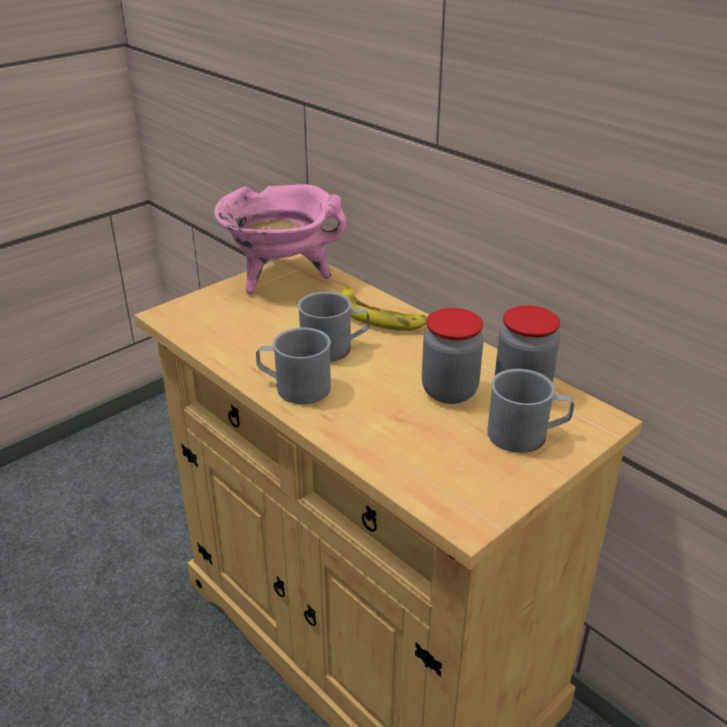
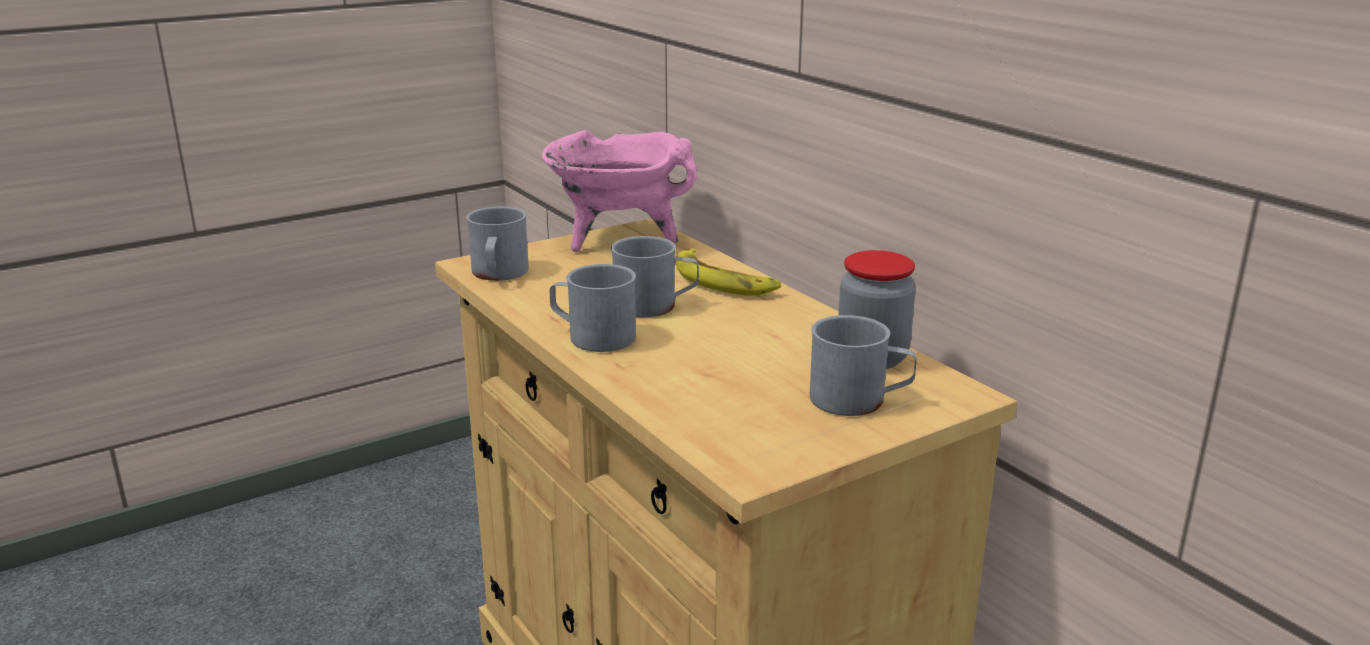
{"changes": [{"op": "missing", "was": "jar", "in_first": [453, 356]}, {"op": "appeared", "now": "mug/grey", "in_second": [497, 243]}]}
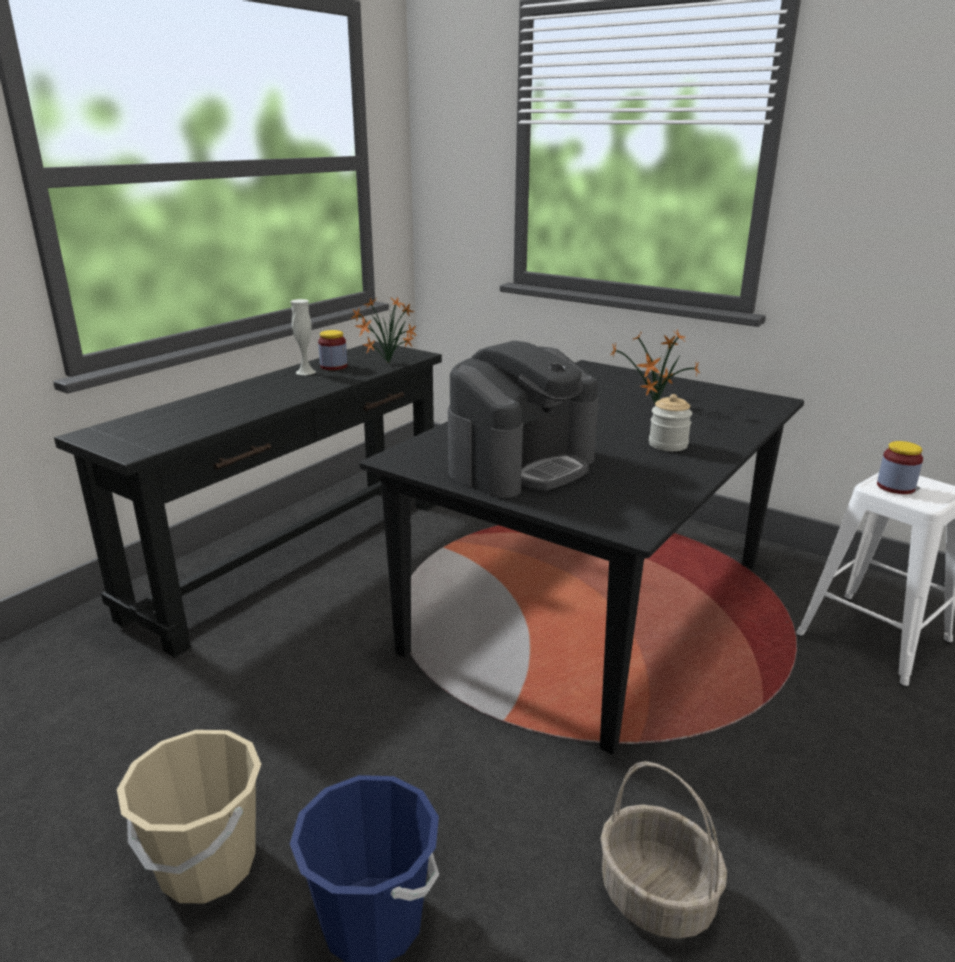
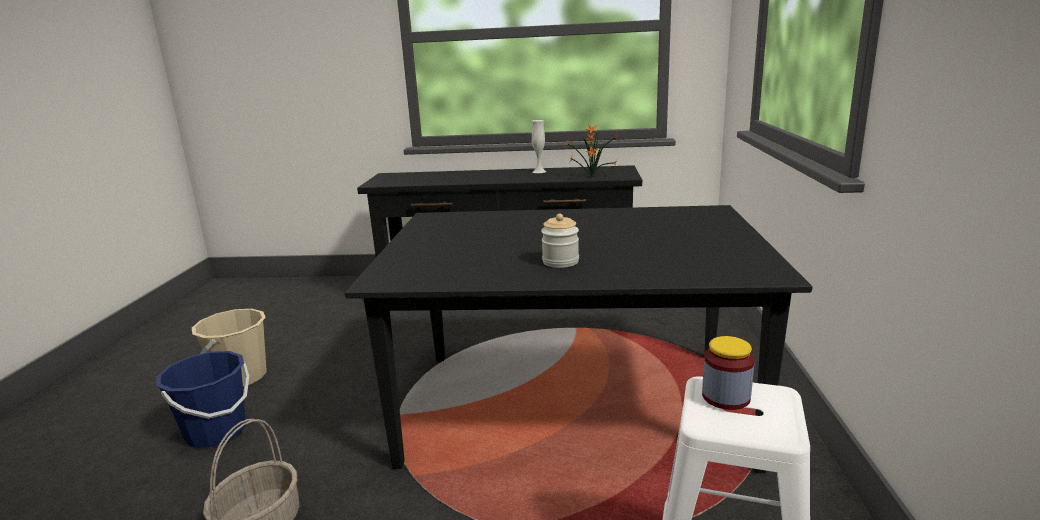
{"changes": [{"op": "missing", "was": "potted plant", "in_first": [655, 366]}, {"op": "missing", "was": "jar", "in_first": [332, 350]}, {"op": "missing", "was": "coffee machine", "in_first": [523, 419]}]}
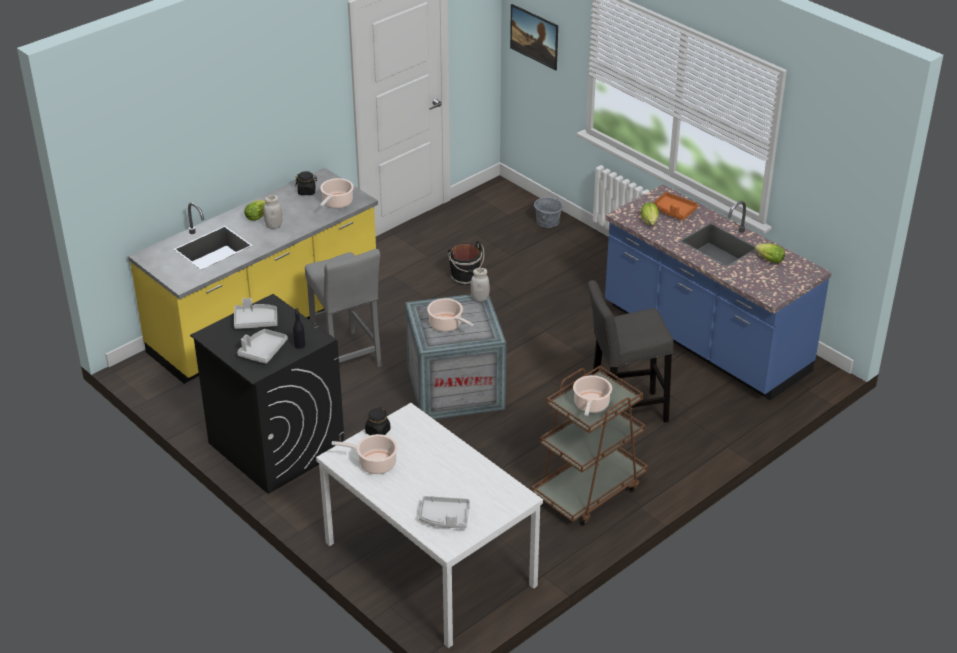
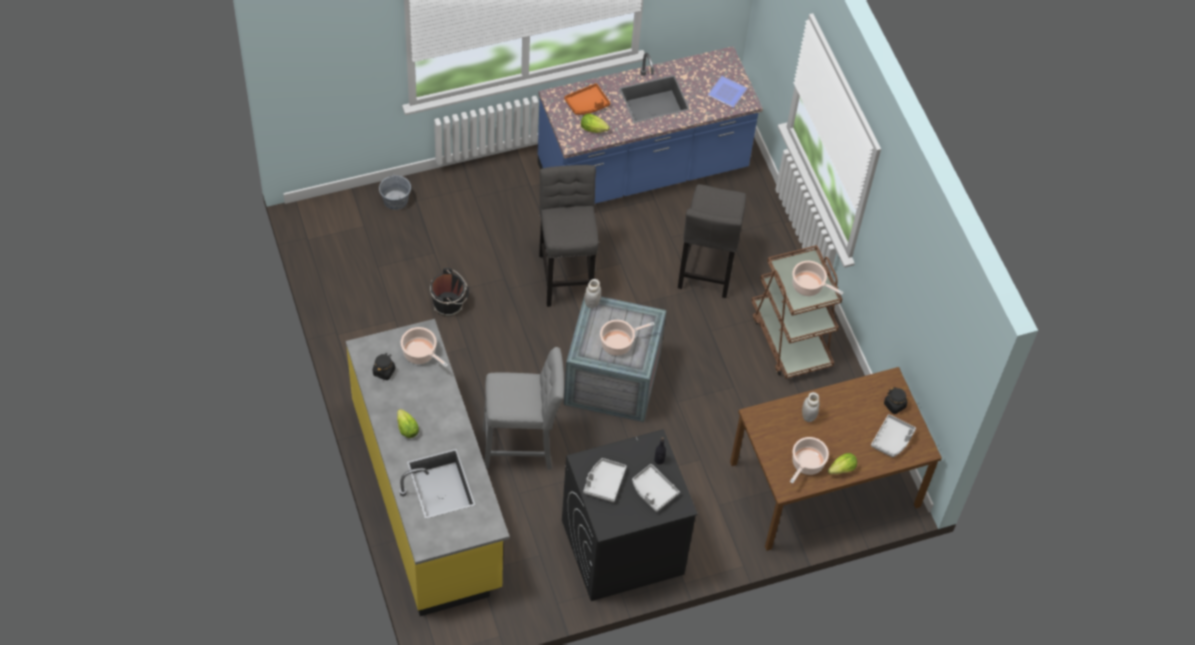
{"changes": [{"op": "missing", "was": "picture", "in_first": [534, 37]}, {"op": "relocated", "was": "jar/white", "in_first": [273, 212], "in_second": [811, 407]}, {"op": "relocated", "was": "lettuce", "in_first": [770, 253], "in_second": [842, 463]}, {"op": "colour", "was": "dining table/white", "now": "dining table/brown", "in_first": [429, 525], "in_second": [836, 459]}, {"op": "relocated", "was": "jar/black", "in_first": [377, 421], "in_second": [895, 400]}, {"op": "appeared", "now": "plate", "in_second": [727, 91]}, {"op": "appeared", "now": "stool/grey", "in_second": [569, 236]}]}
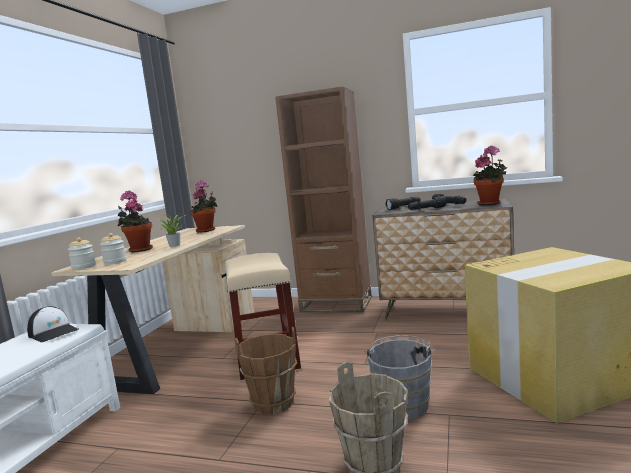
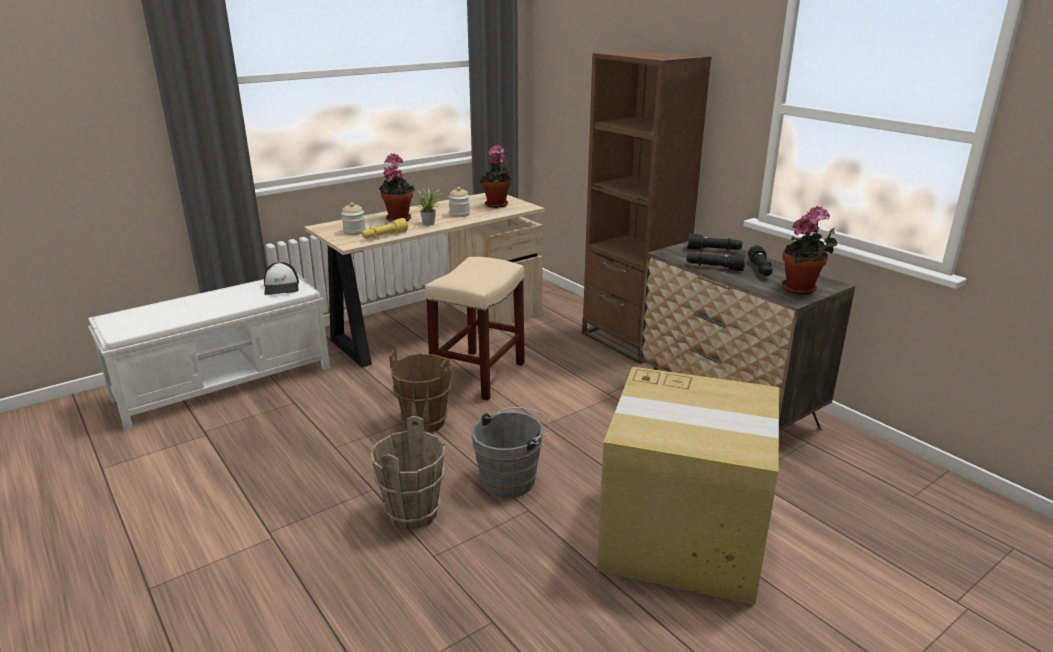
{"changes": [{"op": "relocated", "was": "jar", "in_first": [82, 253], "in_second": [459, 202]}, {"op": "appeared", "now": "flashlight/yellow", "in_second": [385, 228]}]}
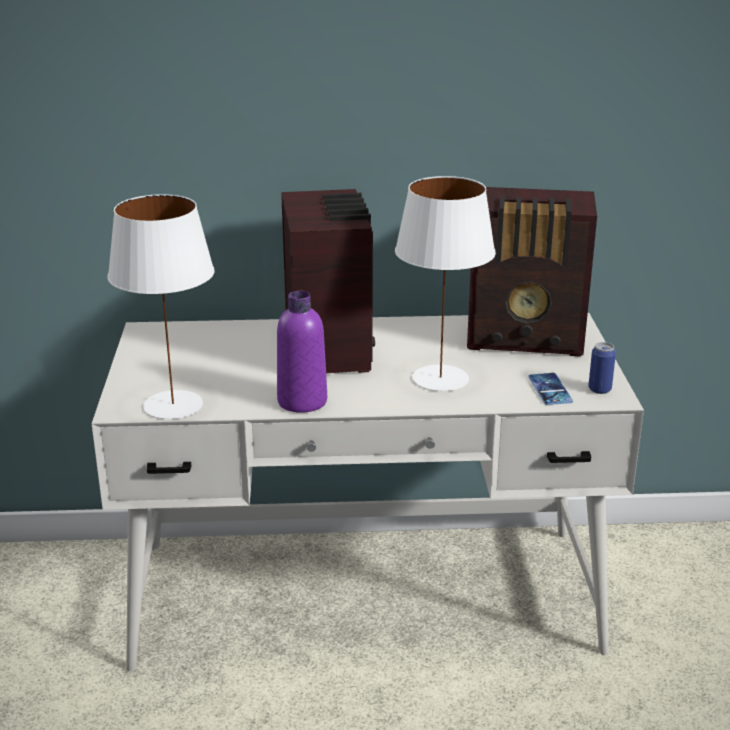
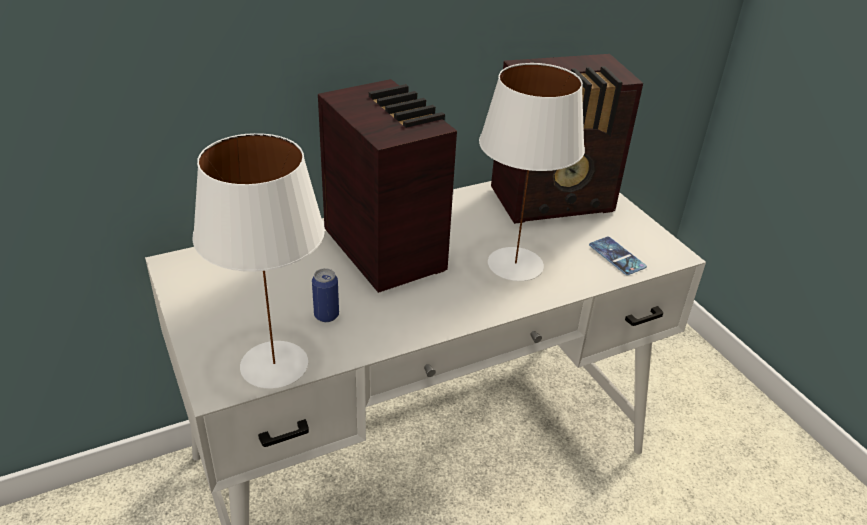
{"changes": [{"op": "missing", "was": "bottle/purple", "in_first": [302, 352]}, {"op": "relocated", "was": "can", "in_first": [602, 368], "in_second": [325, 295]}]}
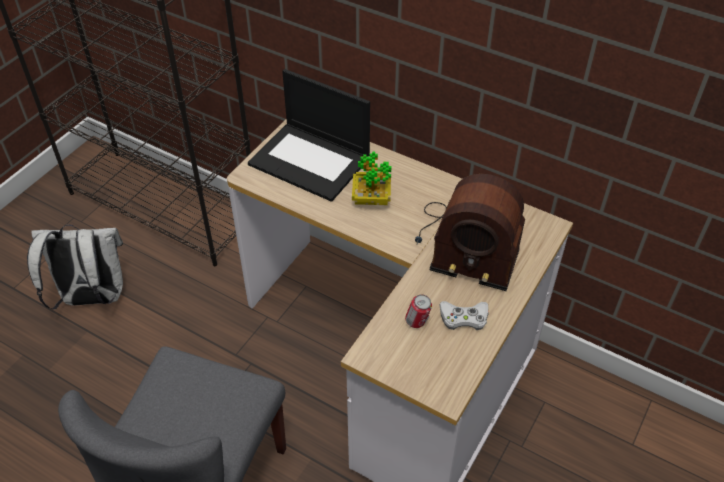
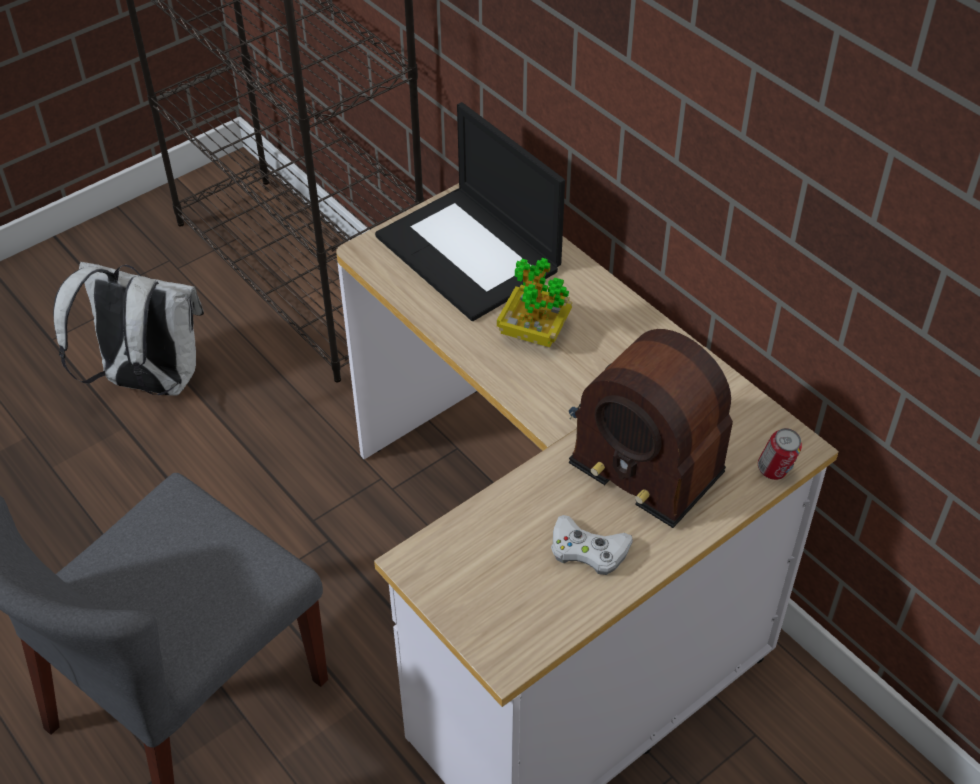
{"changes": [{"op": "relocated", "was": "can", "in_first": [418, 311], "in_second": [780, 454]}]}
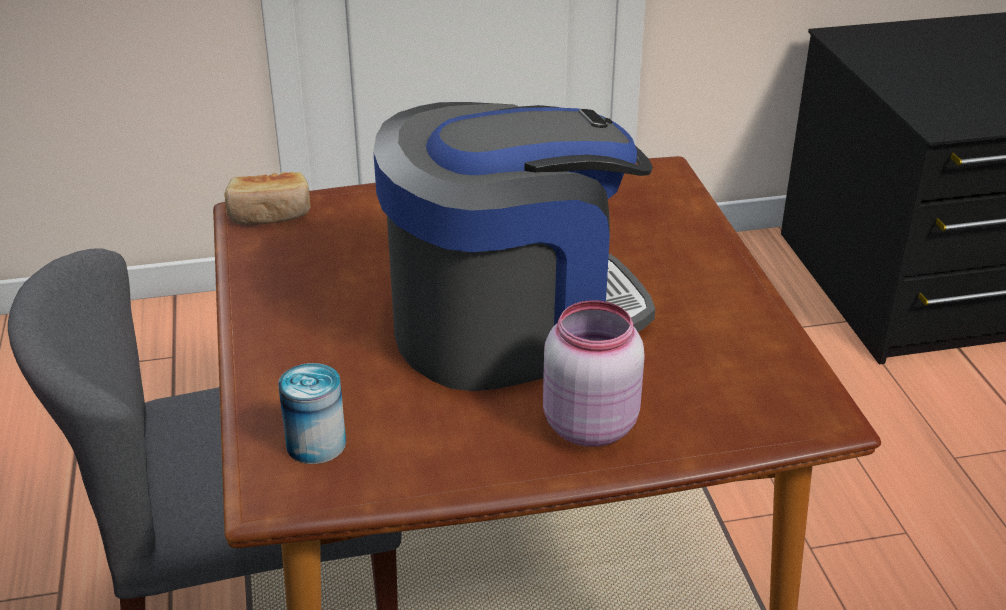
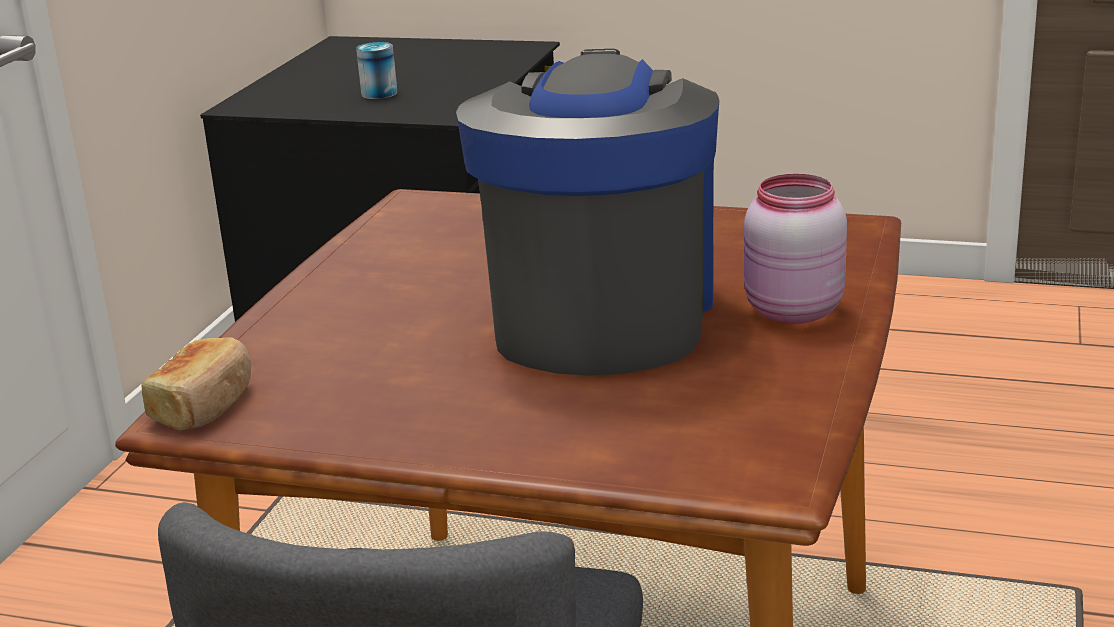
{"changes": [{"op": "relocated", "was": "can", "in_first": [312, 413], "in_second": [376, 70]}]}
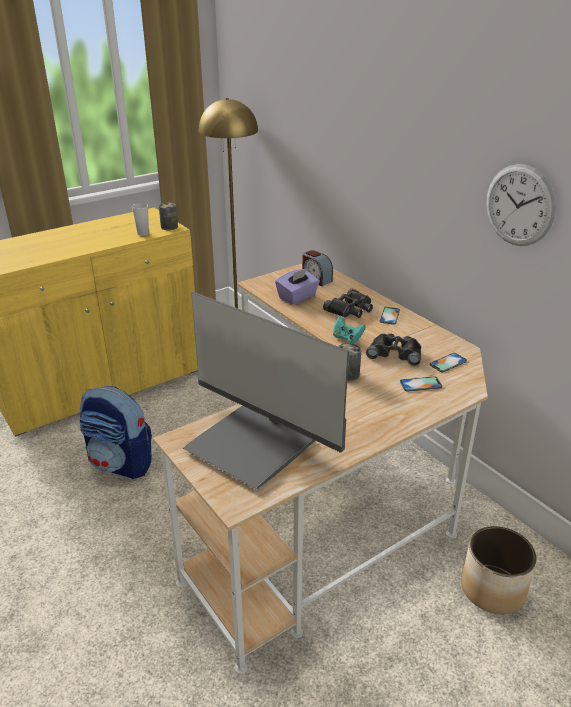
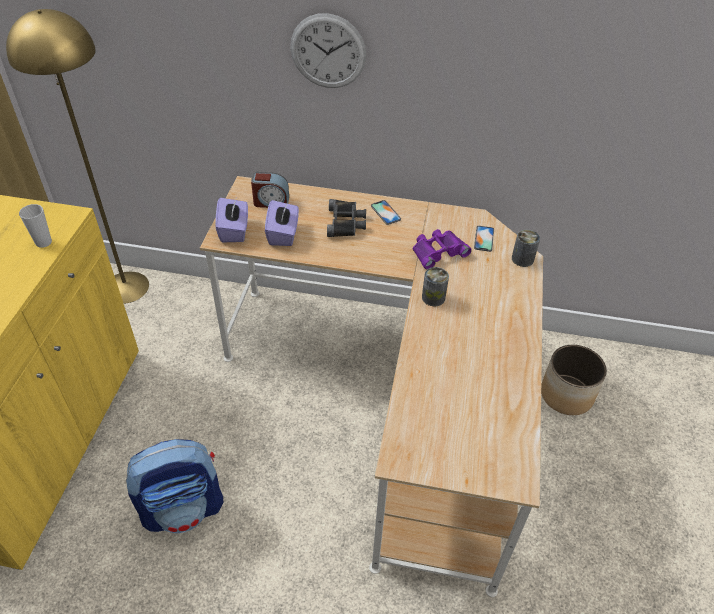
{"changes": [{"op": "relocated", "was": "wall clock", "in_first": [521, 205], "in_second": [328, 50]}, {"op": "relocated", "was": "can", "in_first": [168, 216], "in_second": [526, 248]}, {"op": "missing", "was": "monitor", "in_first": [266, 390]}, {"op": "missing", "was": "game controller/turquoise", "in_first": [349, 329]}, {"op": "colour", "was": "binoculars/black", "now": "binoculars/purple", "in_first": [393, 349], "in_second": [442, 249]}, {"op": "missing", "was": "phone", "in_first": [421, 384]}, {"op": "appeared", "now": "tissue box/purple", "in_second": [231, 220]}]}
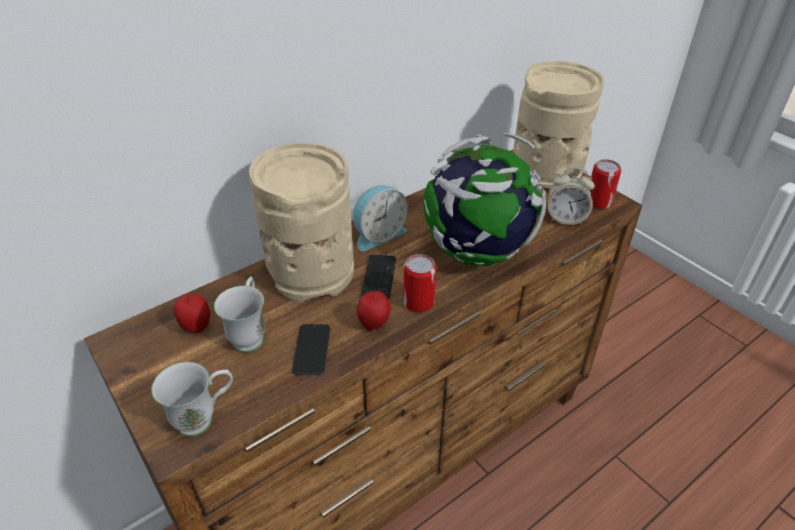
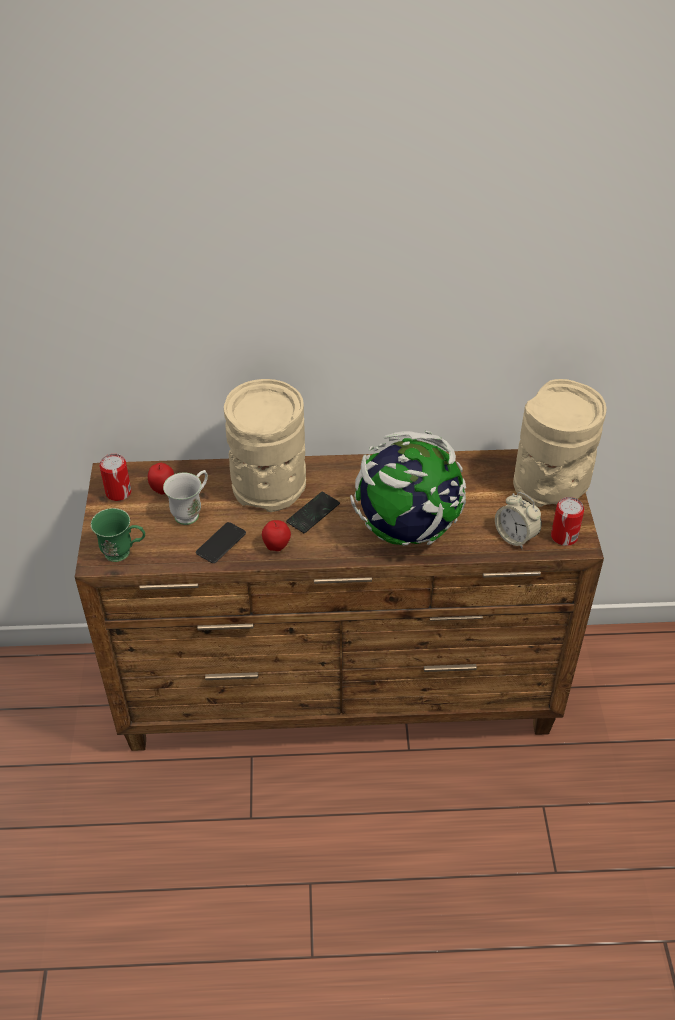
{"changes": [{"op": "missing", "was": "alarm clock", "in_first": [380, 218]}, {"op": "relocated", "was": "can", "in_first": [420, 283], "in_second": [115, 477]}, {"op": "colour", "was": "mug/white", "now": "mug/green", "in_first": [192, 399], "in_second": [118, 535]}]}
